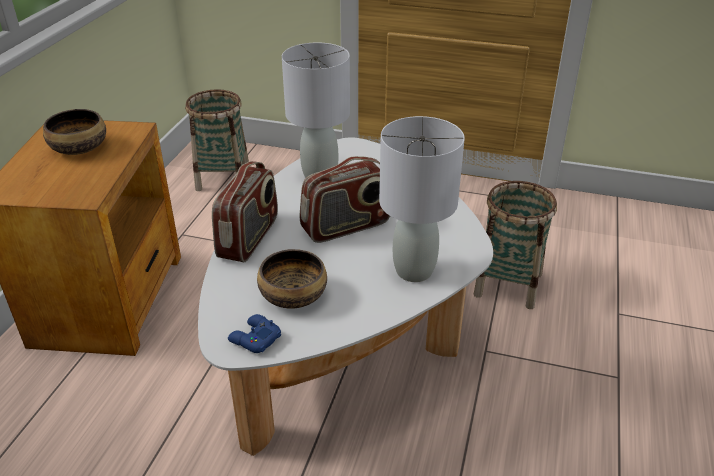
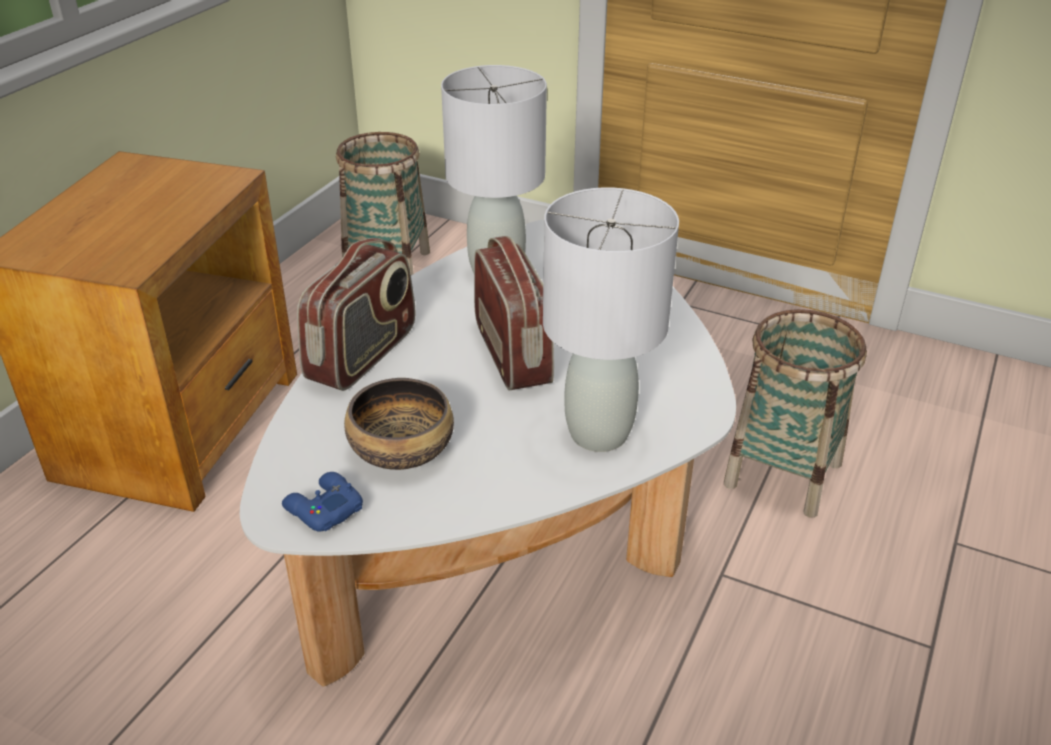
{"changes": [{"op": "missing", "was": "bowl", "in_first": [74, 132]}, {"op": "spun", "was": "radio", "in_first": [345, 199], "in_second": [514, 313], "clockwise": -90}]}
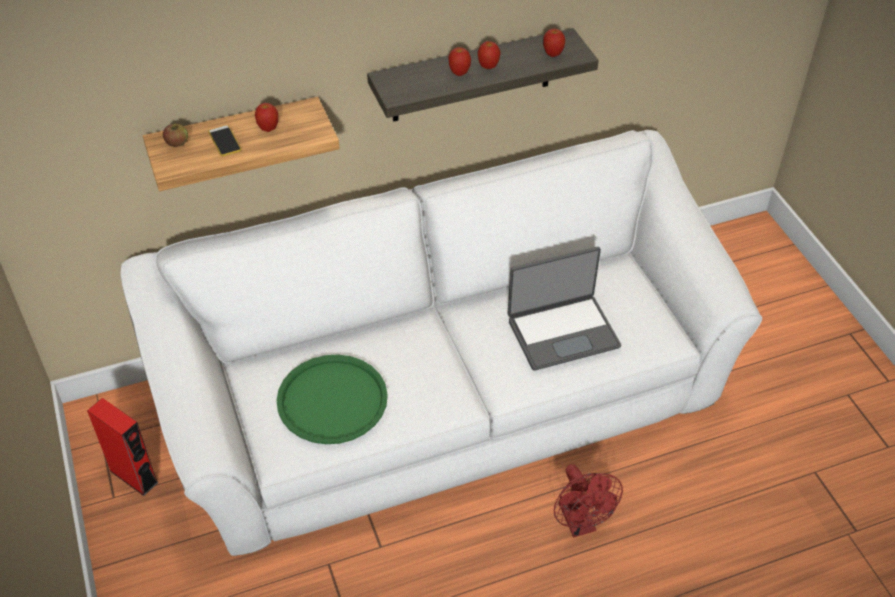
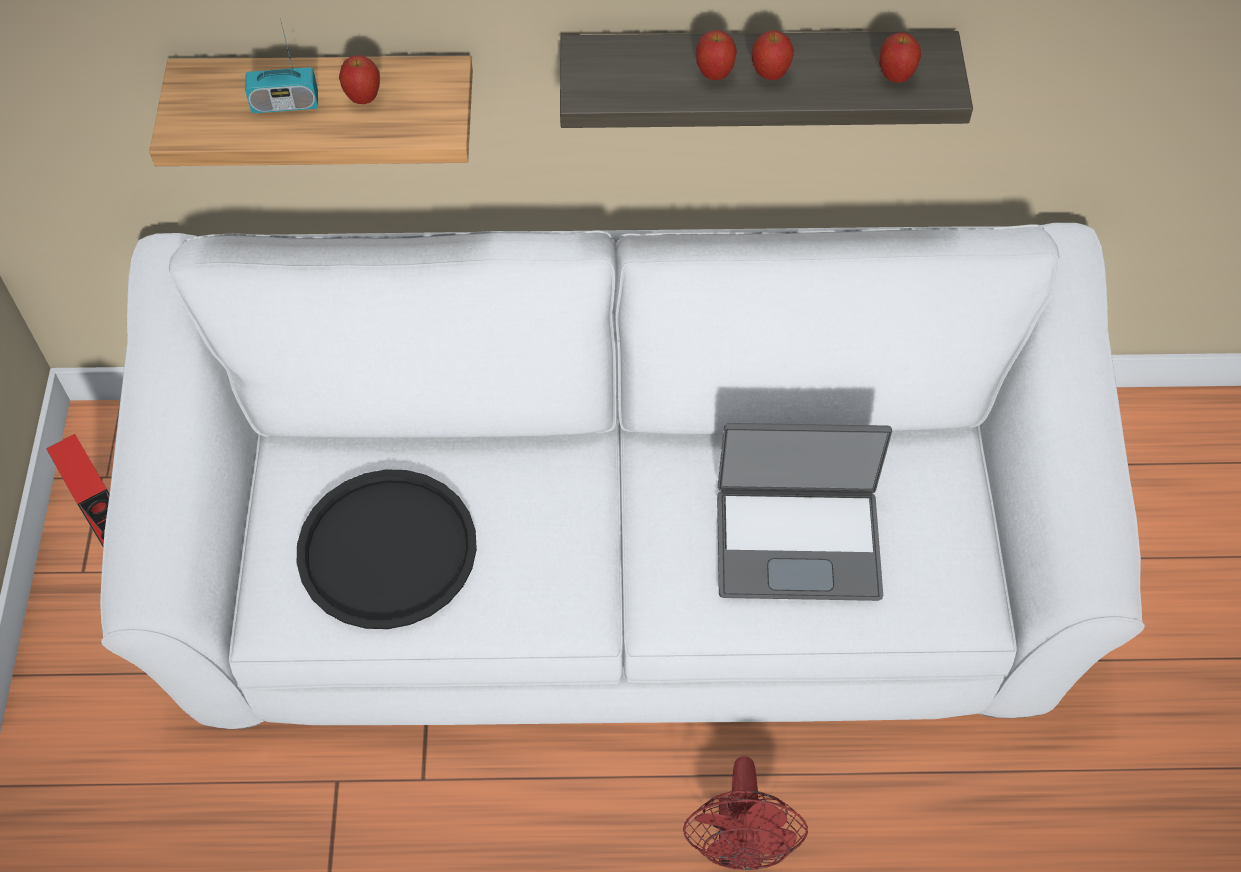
{"changes": [{"op": "missing", "was": "apple", "in_first": [175, 135]}, {"op": "exchanged", "was": "phone", "now": "radio", "in_first": [225, 140], "in_second": [281, 65]}, {"op": "colour", "was": "tray/green", "now": "tray/black", "in_first": [332, 399], "in_second": [387, 549]}]}
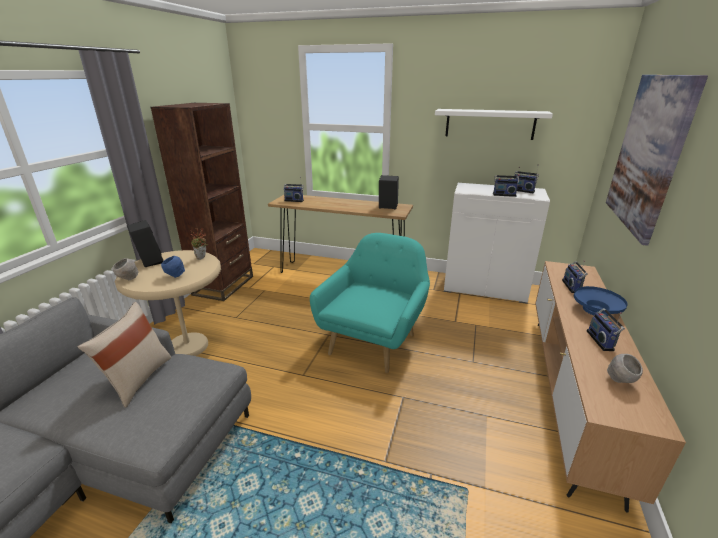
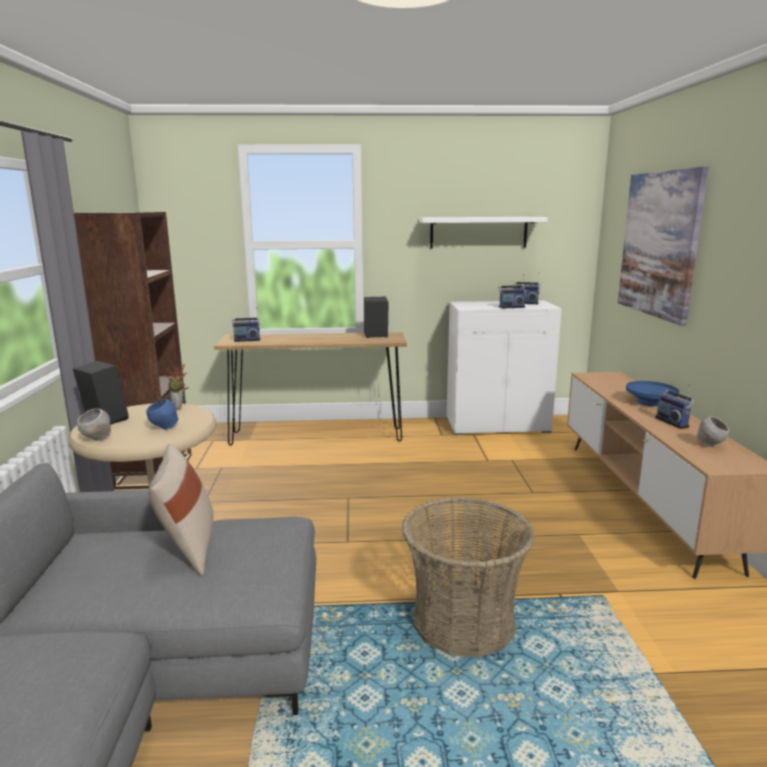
{"changes": [{"op": "missing", "was": "armchair/turquoise", "in_first": [370, 303]}, {"op": "missing", "was": "radio", "in_first": [575, 276]}, {"op": "appeared", "now": "basket", "in_second": [468, 577]}]}
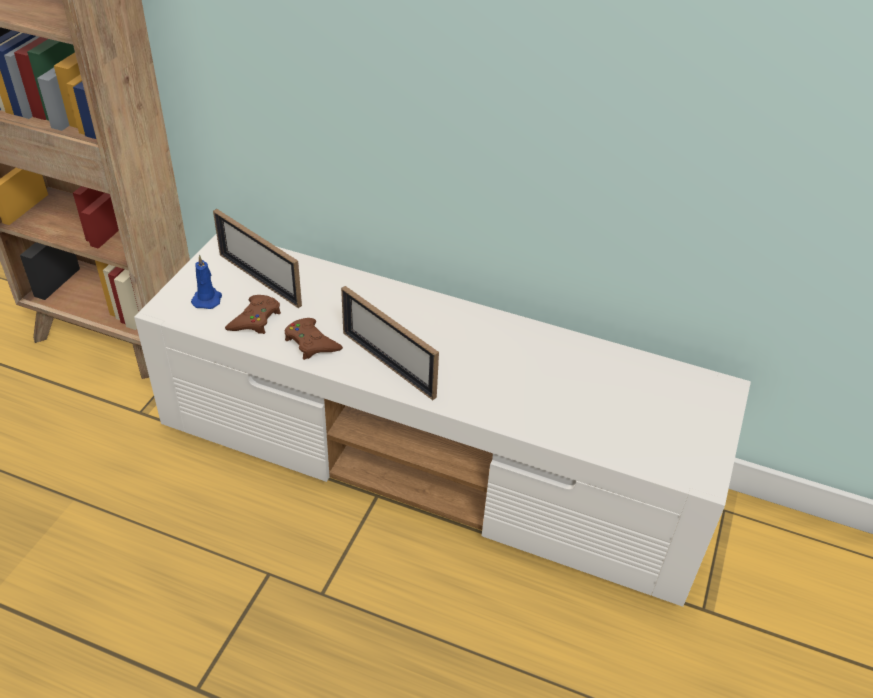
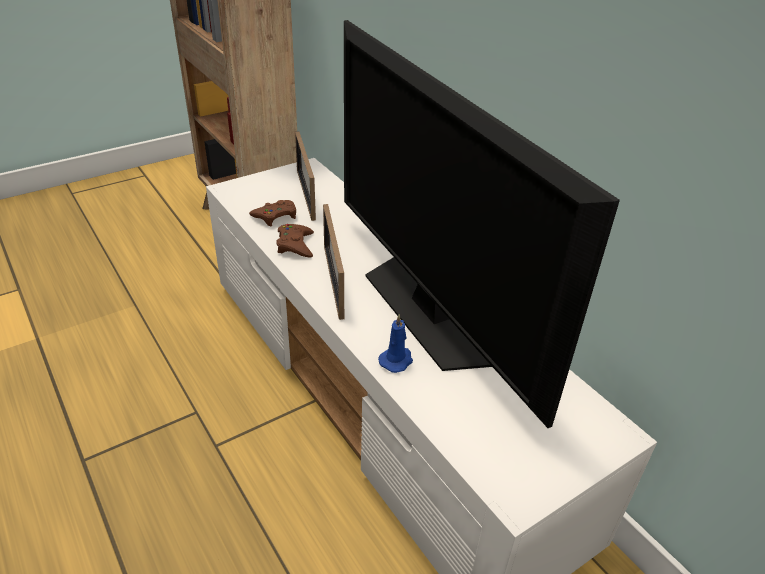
{"changes": [{"op": "relocated", "was": "candle/blue", "in_first": [206, 282], "in_second": [395, 343]}, {"op": "appeared", "now": "television", "in_second": [482, 224]}]}
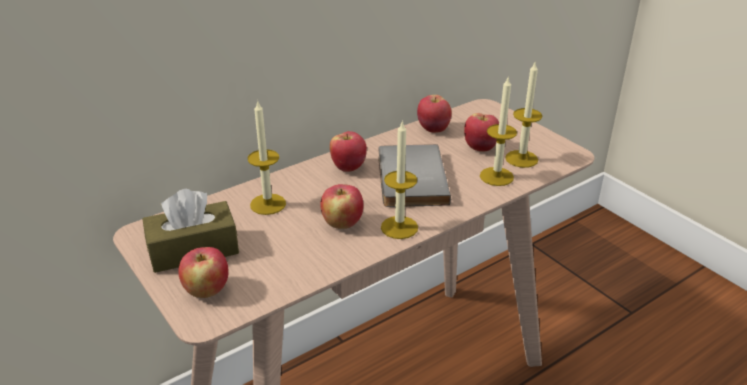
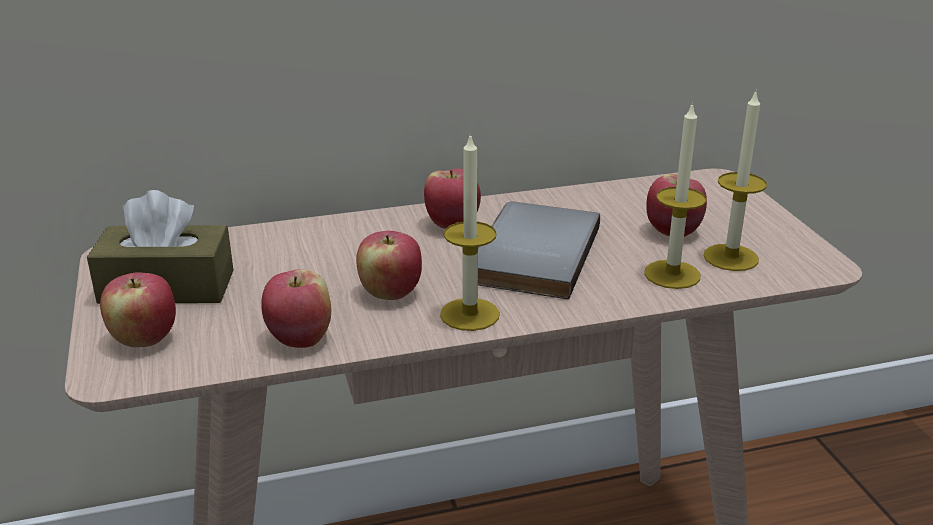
{"changes": [{"op": "relocated", "was": "apple", "in_first": [434, 114], "in_second": [296, 308]}, {"op": "missing", "was": "candle", "in_first": [267, 157]}]}
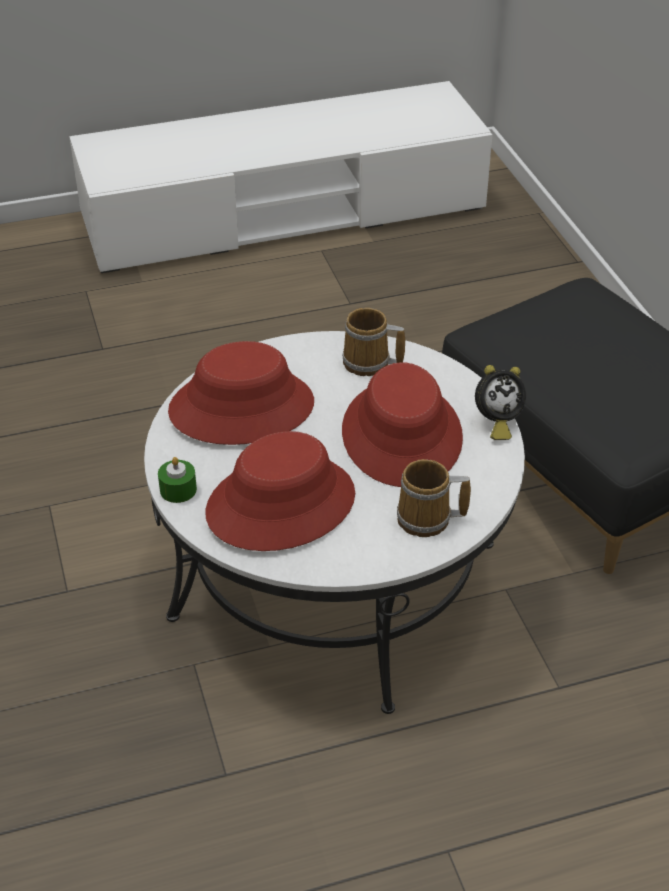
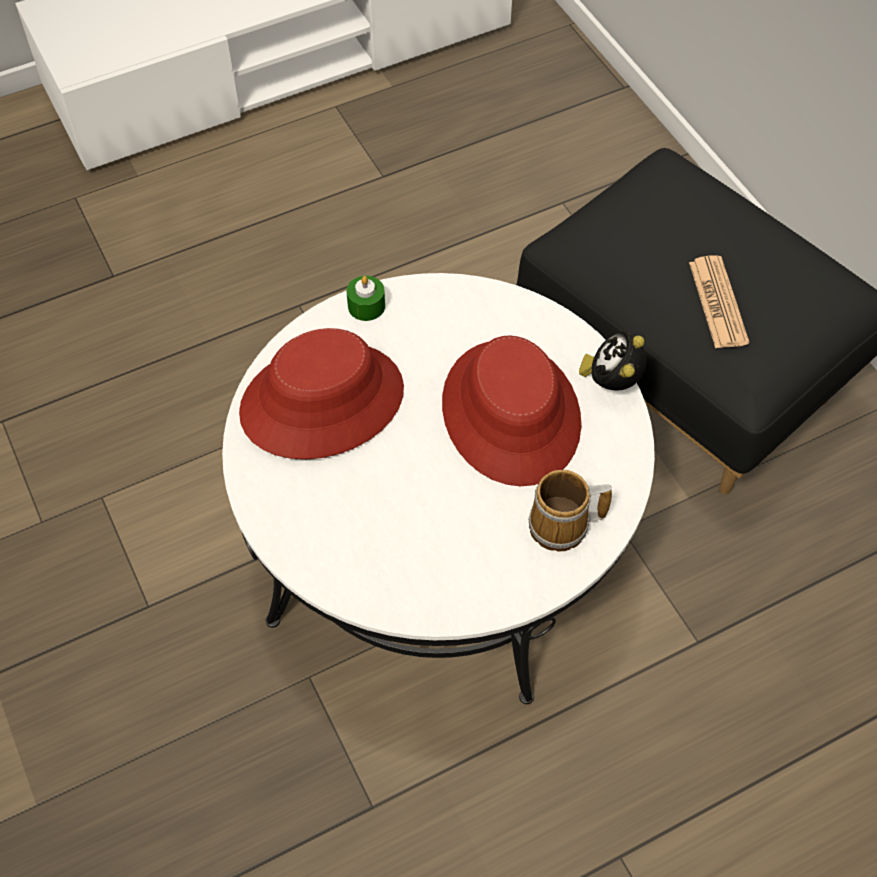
{"changes": [{"op": "missing", "was": "mug", "in_first": [373, 342]}, {"op": "spun", "was": "alarm clock", "in_first": [500, 402], "in_second": [613, 361], "clockwise": 135}, {"op": "missing", "was": "hat/red", "in_first": [280, 491]}, {"op": "relocated", "was": "candle/green", "in_first": [177, 480], "in_second": [365, 298]}, {"op": "appeared", "now": "newspaper", "in_second": [719, 301]}]}
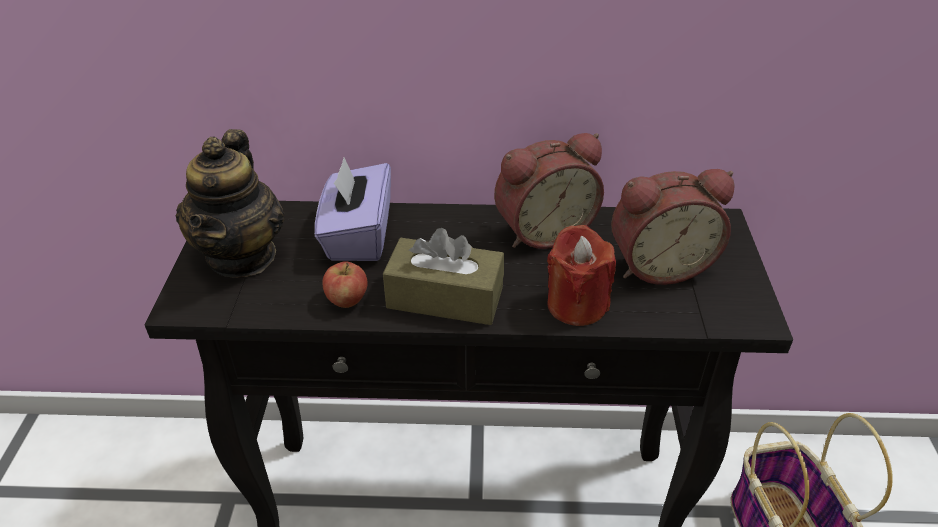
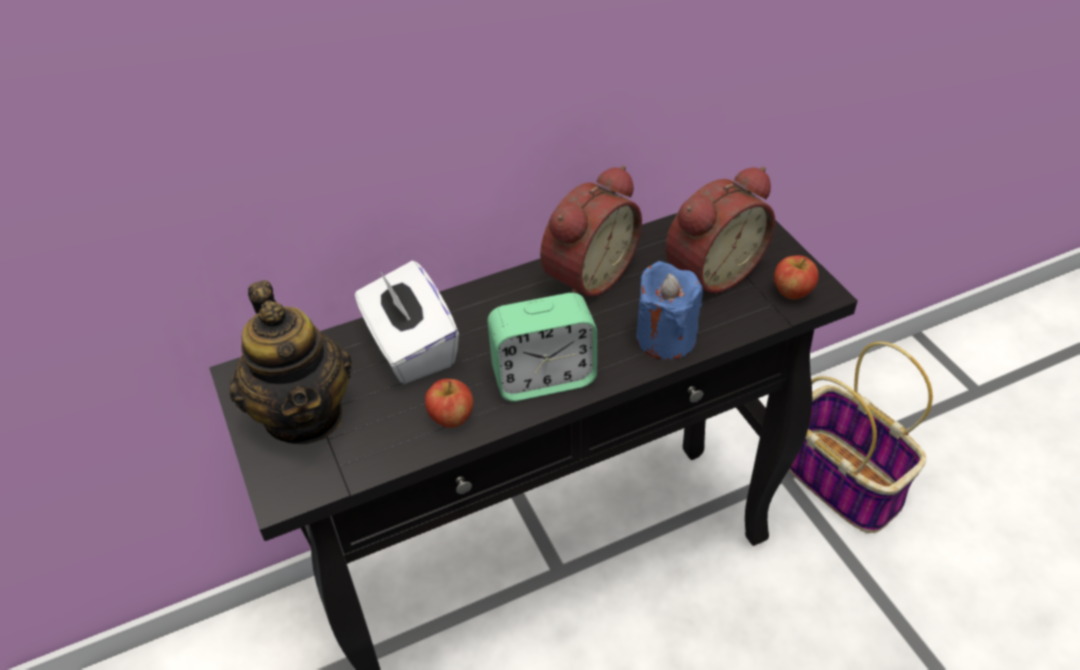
{"changes": [{"op": "colour", "was": "tissue box/purple", "now": "tissue box/white", "in_first": [353, 209], "in_second": [407, 322]}, {"op": "colour", "was": "candle/red", "now": "candle/blue", "in_first": [581, 275], "in_second": [669, 310]}, {"op": "exchanged", "was": "tissue box/brown", "now": "alarm clock", "in_first": [443, 276], "in_second": [542, 347]}, {"op": "appeared", "now": "apple", "in_second": [796, 277]}]}
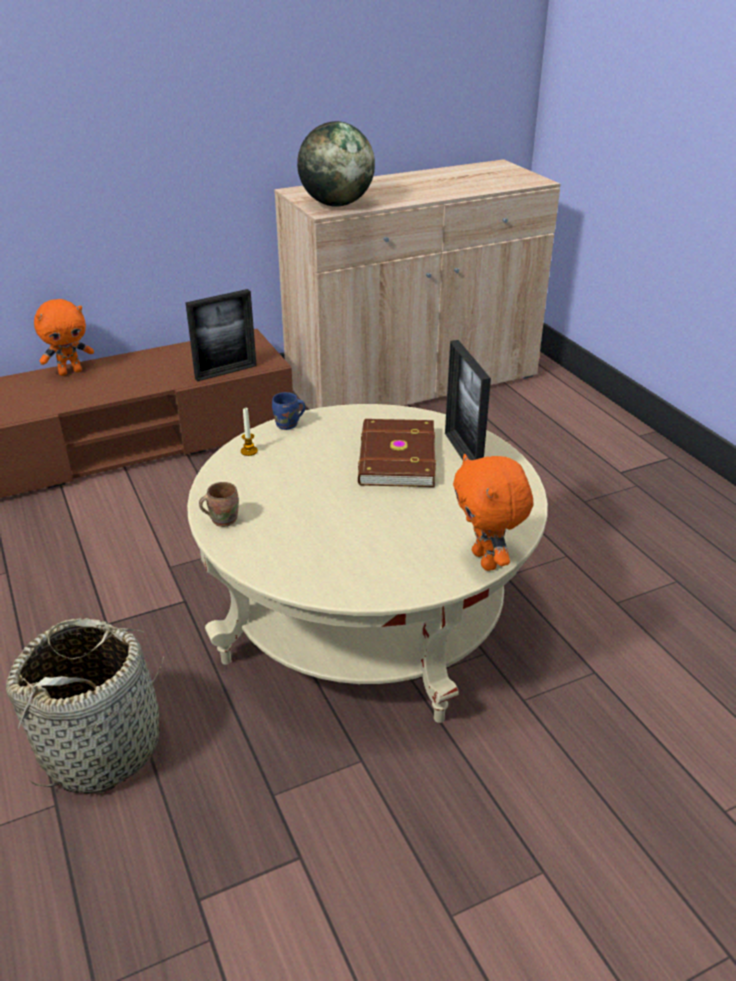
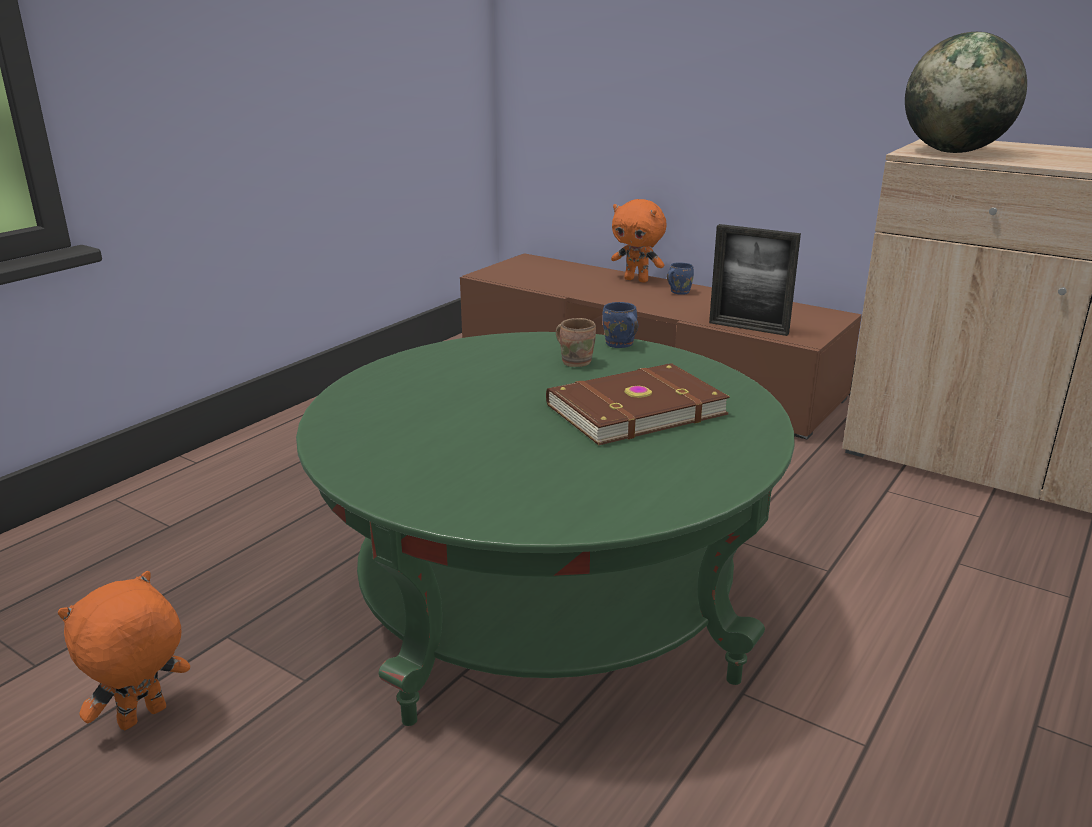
{"changes": [{"op": "missing", "was": "picture frame", "in_first": [468, 400]}, {"op": "colour", "was": "coffee table/beige", "now": "coffee table/green", "in_first": [367, 563], "in_second": [545, 529]}, {"op": "missing", "was": "candle", "in_first": [249, 432]}, {"op": "relocated", "was": "plush toy/orange", "in_first": [493, 512], "in_second": [124, 650]}, {"op": "relocated", "was": "mug/brown", "in_first": [219, 504], "in_second": [576, 342]}, {"op": "missing", "was": "basket", "in_first": [85, 706]}, {"op": "appeared", "now": "mug/blue", "in_second": [680, 278]}]}
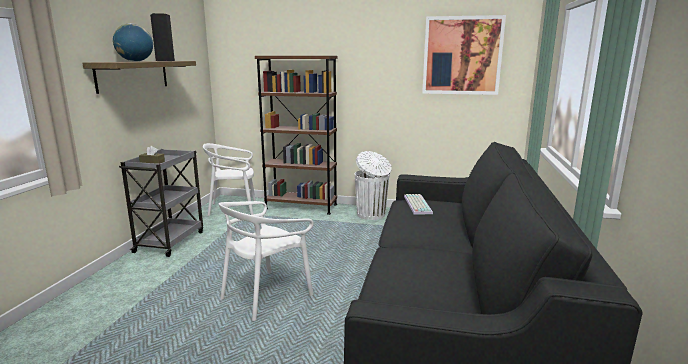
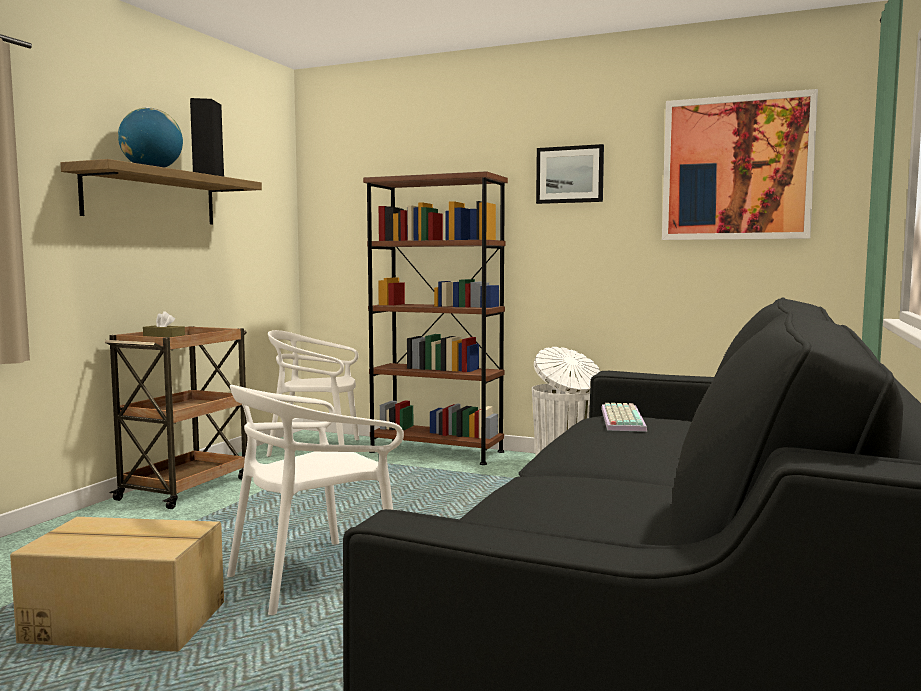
{"changes": [{"op": "colour", "was": "cart/grey", "now": "cart/brown", "in_first": [161, 203], "in_second": [175, 417]}, {"op": "appeared", "now": "picture", "in_second": [570, 174]}, {"op": "appeared", "now": "cardboard box", "in_second": [117, 584]}]}
